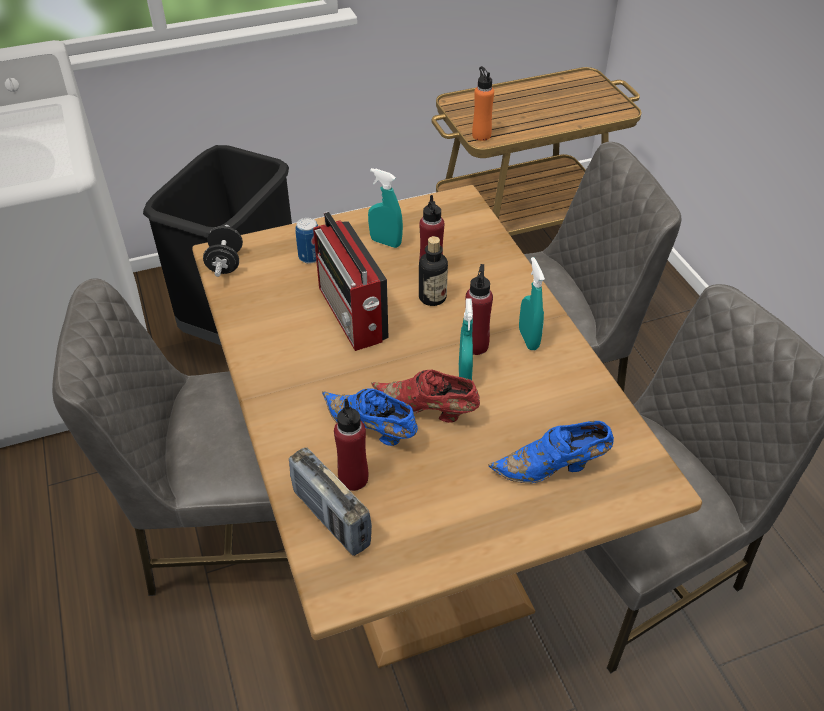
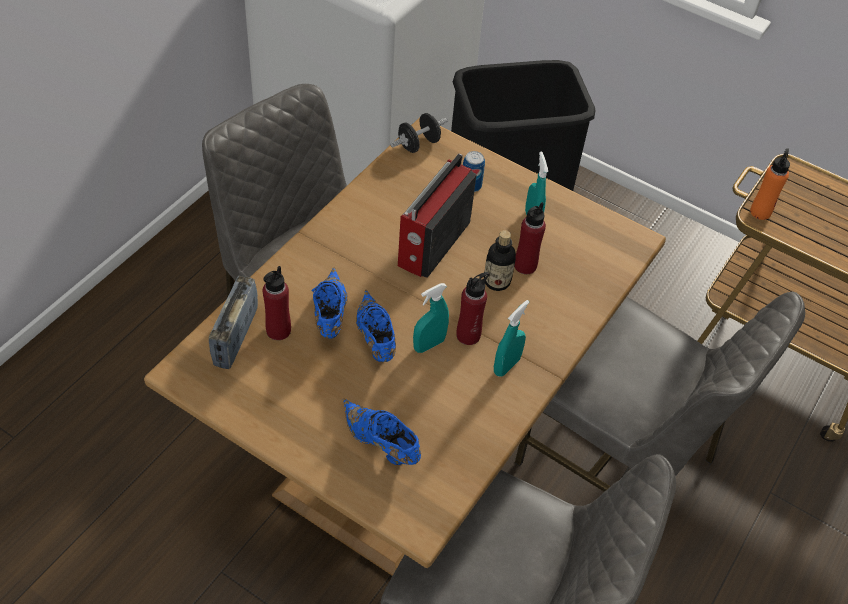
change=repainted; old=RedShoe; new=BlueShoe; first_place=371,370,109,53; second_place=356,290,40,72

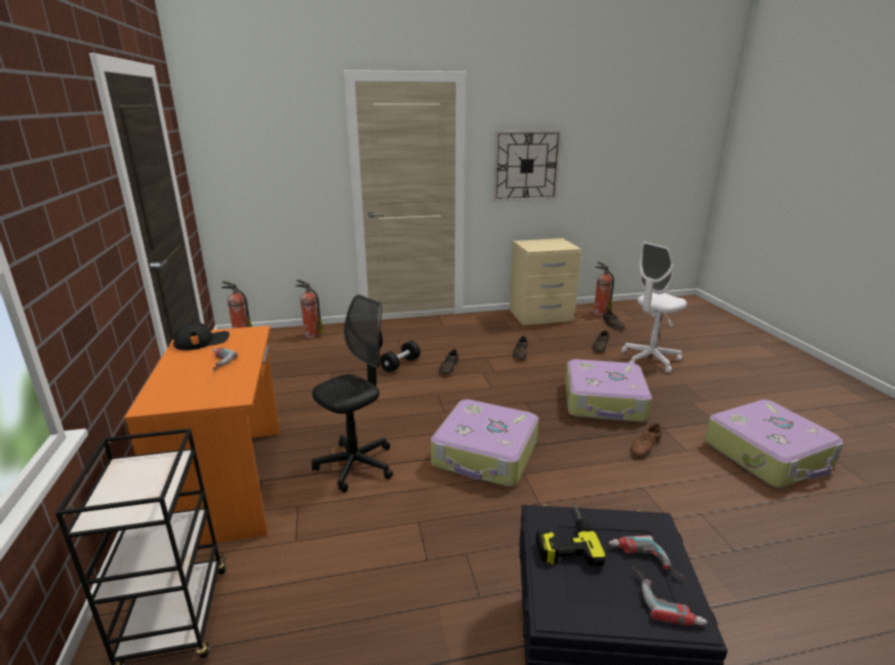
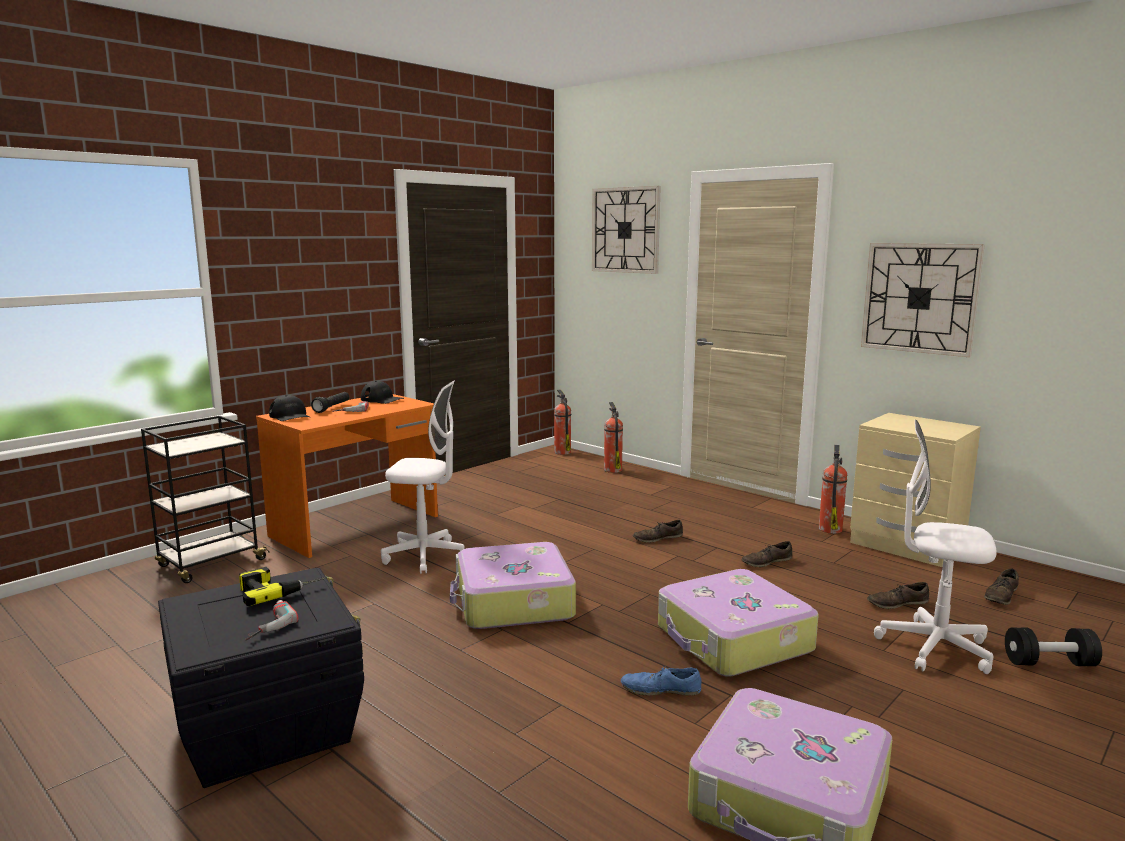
change=repainted; old=BlackishComputerChair; new=WhiteColouredComputerChair; first_place=312,294,81,199; second_place=381,381,84,193
change=shifted; old=BlackishFreeWeight; first_place=380,341,40,31; second_place=1005,628,97,38
change=shifted; old=Extinguisher; first_place=593,262,21,54; second_place=819,445,28,89
change=repainted; old=BrownColouredShoe; new=BlueShoe; first_place=630,423,31,34; second_place=621,667,81,29
change=gone; old=ElectricDrill; first_place=633,566,74,60
change=new; new=BlackishBaseballCap; second_place=269,395,41,26
change=new; new=BlackishHandTorch; second_place=311,392,38,21
change=new; new=HangingClock; second_place=592,186,69,88

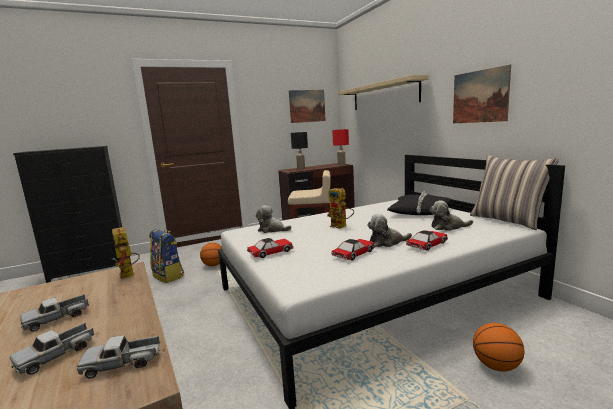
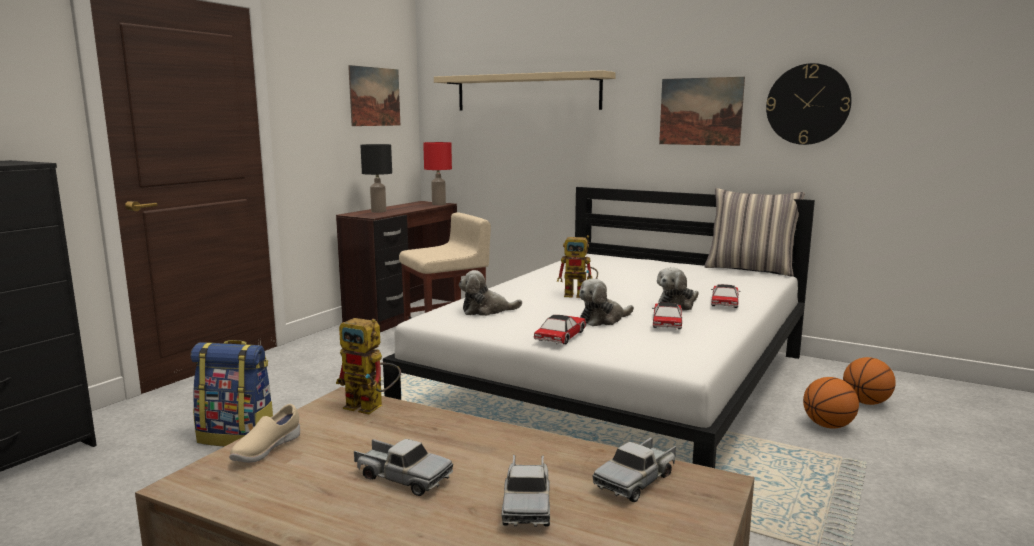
change=rotated; old=ModelTruck; first_place=20,294,69,37; second_place=354,439,99,57; degrees=-75
change=shifted; old=BasketballBall; first_place=200,242,22,24; second_place=843,357,53,48
change=gone; old=BlackishThrowPillow; first_place=387,191,65,24
change=shifted; old=SoftToy; first_place=430,200,43,31; second_place=579,278,55,48
change=new; new=SandColouredShoe; second_place=229,404,71,59
change=new; new=HangingClock; second_place=766,63,86,82

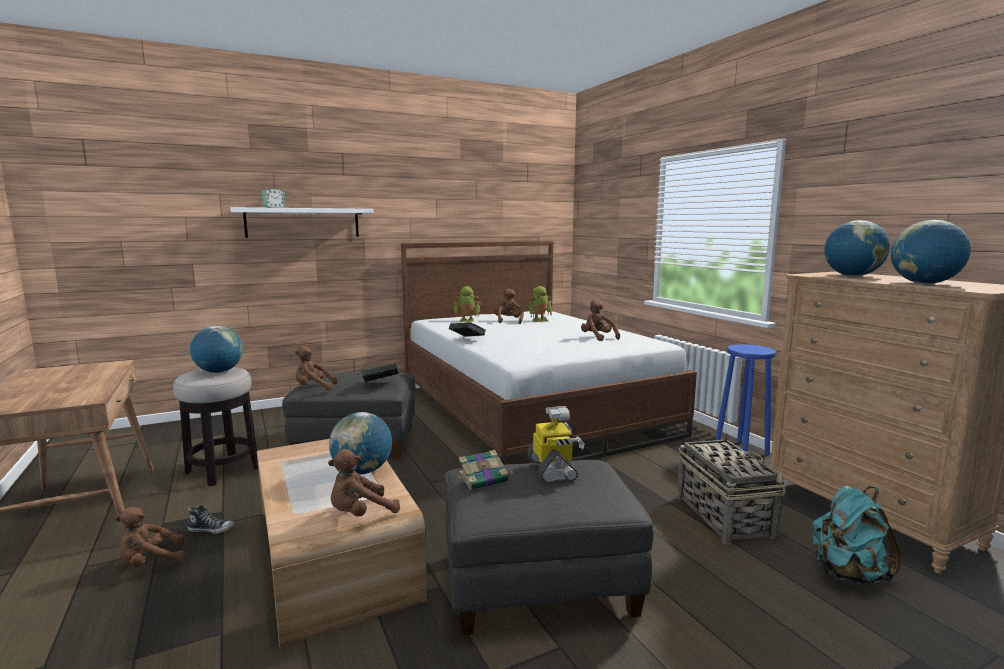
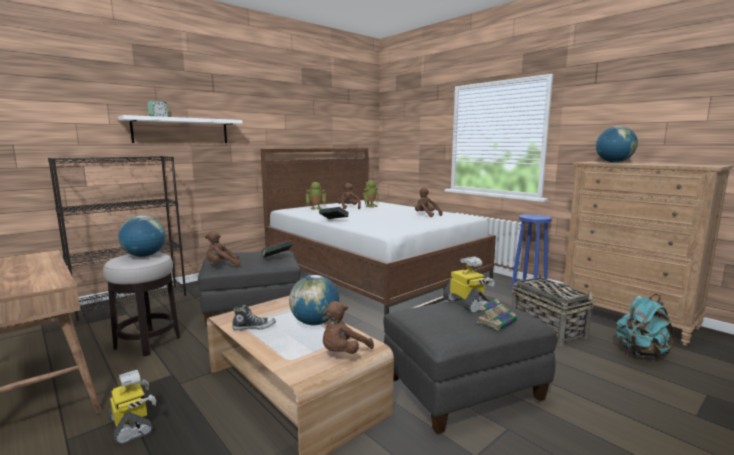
change=swapped; old=BrownColouredSoftToy; new=RobotFigure; first_place=115,507,70,60; second_place=108,370,48,74
change=shifted; old=Shoe; first_place=188,504,46,30; second_place=232,304,44,26
change=shifted; old=Volume; first_place=458,450,54,40; second_place=476,299,41,32
change=gone; old=WorldGlobe; first_place=891,220,80,64
change=new; new=BlackishBookcase; second_place=48,156,138,165

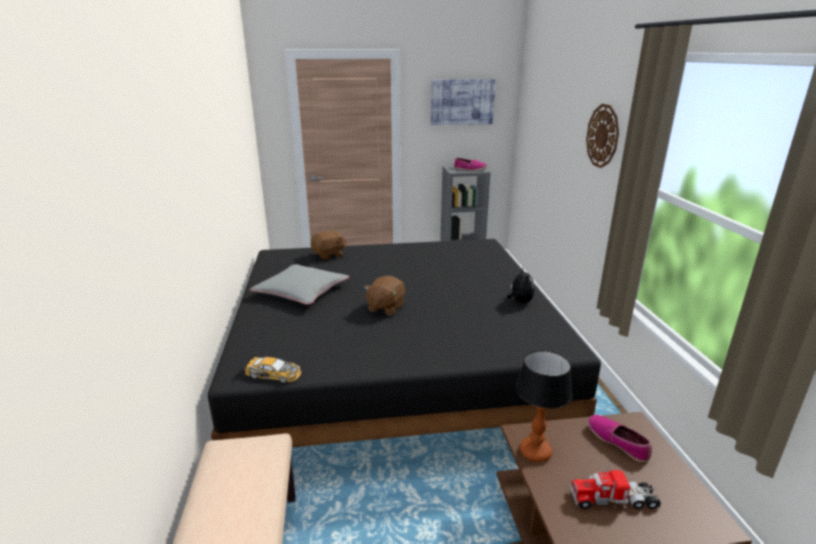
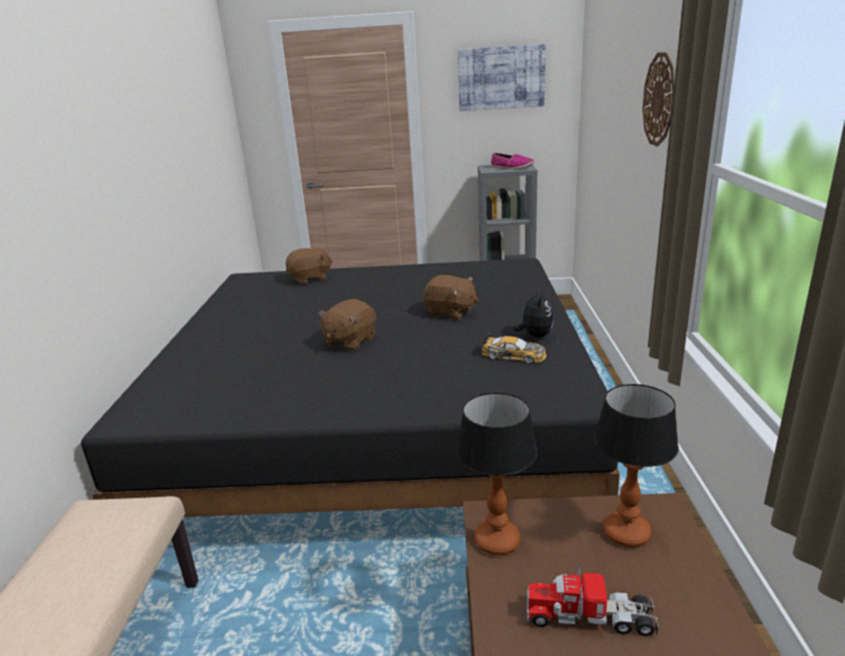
change=shifted; old=ModelCar; first_place=244,353,57,30; second_place=482,333,65,30
change=gone; old=GrayThrowPillow; first_place=250,264,99,41
change=swapped; old=Shoe; new=TabletopLamp; first_place=588,415,64,47; second_place=594,384,85,163
change=new; new=BrownColouredSoftToy; second_place=423,275,56,45

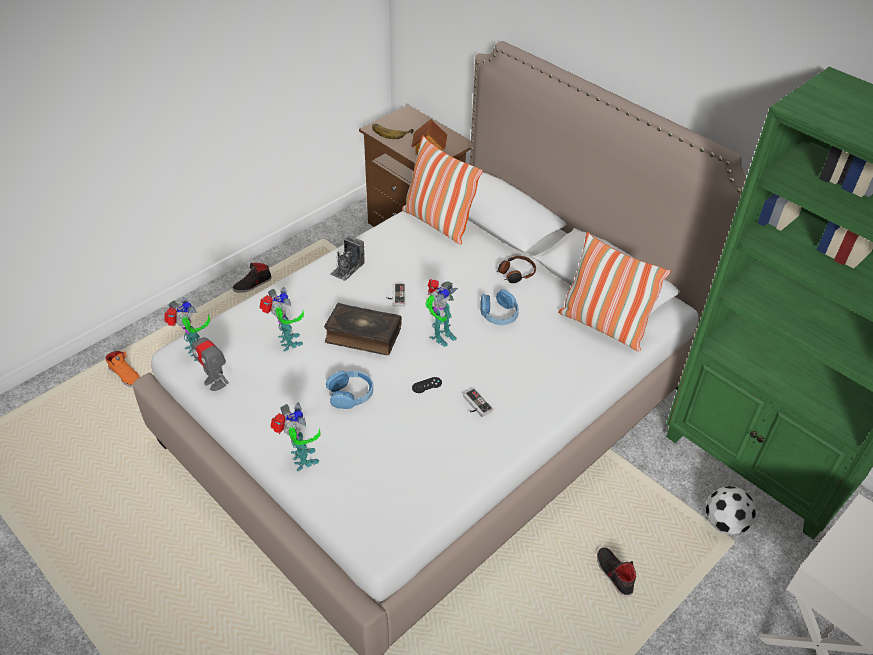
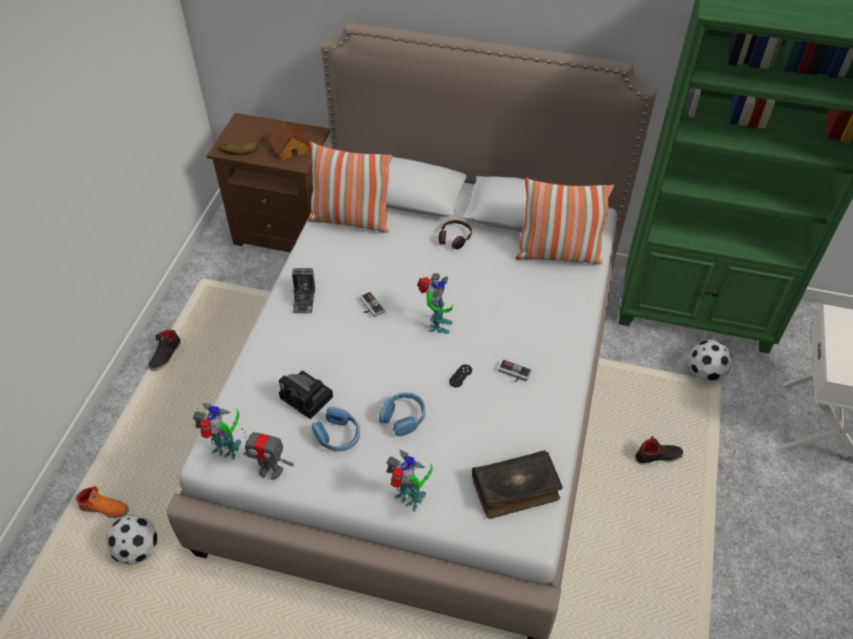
change=swapped; old=RobotFigure; new=PhotoCamera; first_place=259,287,45,64; second_place=279,370,54,49
change=shifted; old=Volume; first_place=324,302,78,53; second_place=472,450,91,69
change=shifted; old=BluePairOfHeadphones; first_place=480,289,39,36; second_place=312,407,48,44
change=rotated; old=BlackishShoe; first_place=597,547,39,50; second_place=635,436,48,29; degrees=135
change=new; new=Football; second_place=106,515,51,50

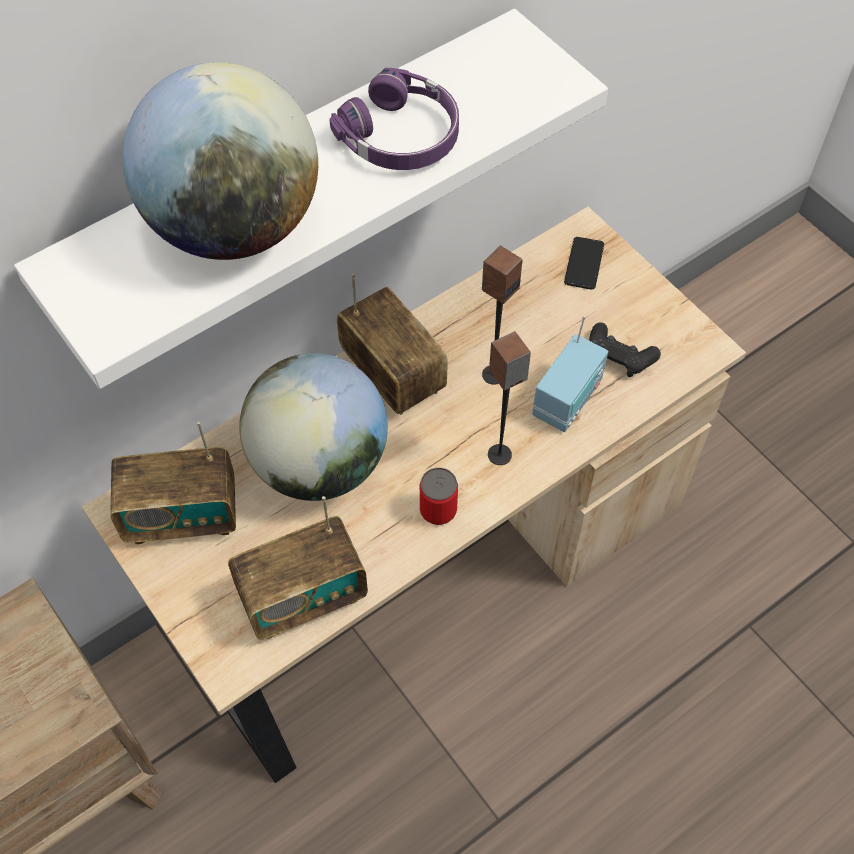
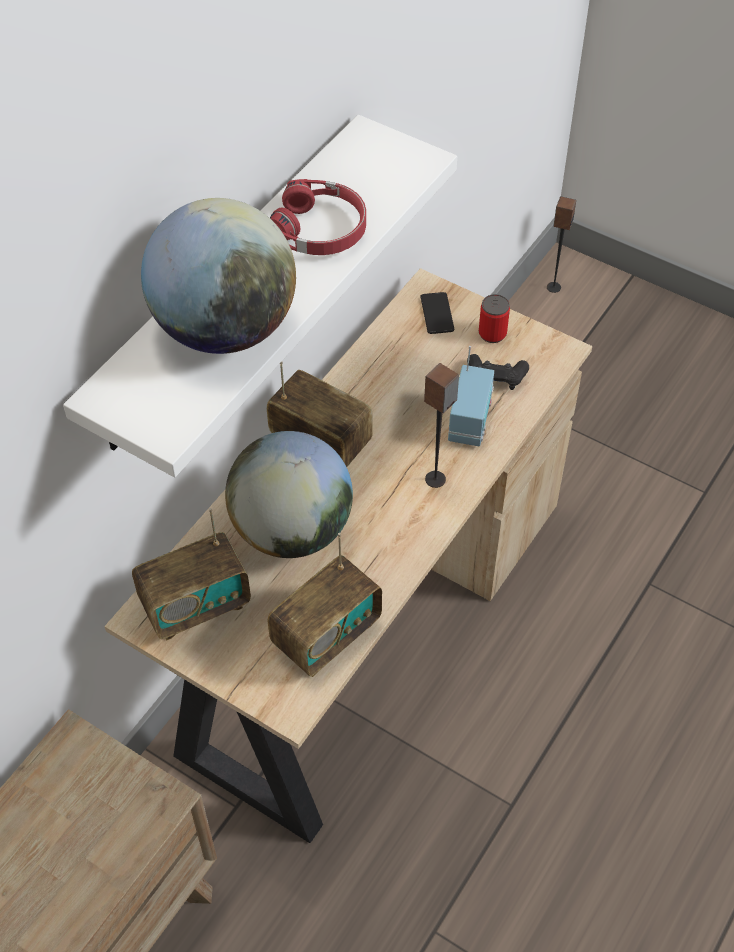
change=repainted; old=PurplePairOfHeadphones; new=RedPairOfHeadphones; first_place=329,68,130,102; second_place=270,179,96,76
change=shifted; old=Can; first_place=420,468,38,57; second_place=479,294,31,49
change=shifted; old=Speaker; first_place=482,245,41,140; second_place=547,196,29,97

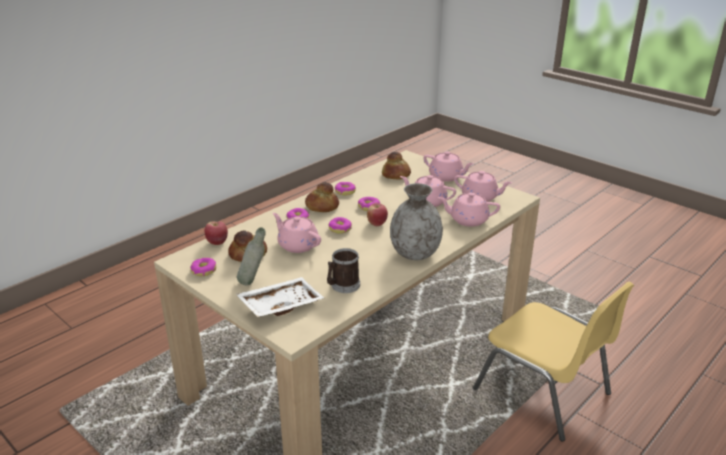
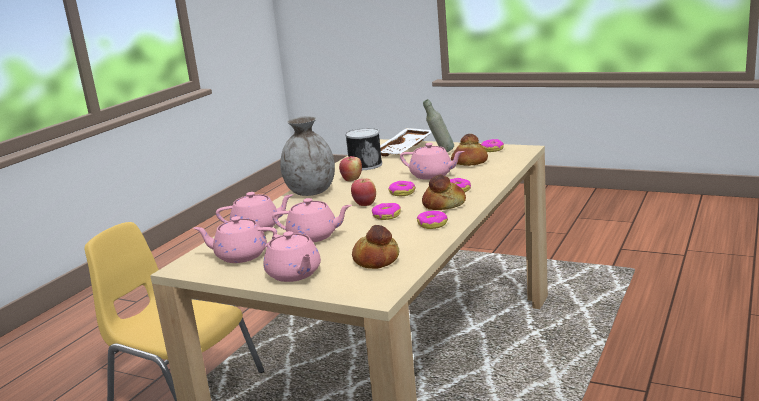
change=shifted; old=Apple; first_place=205,221,23,24; second_place=339,156,23,26
change=swapped; old=Mug; new=Can; first_place=327,248,33,45; second_place=345,128,37,42
change=rotated; old=PinkColouredTeapot; first_place=424,151,50,31; second_place=263,231,58,51; degrees=-135

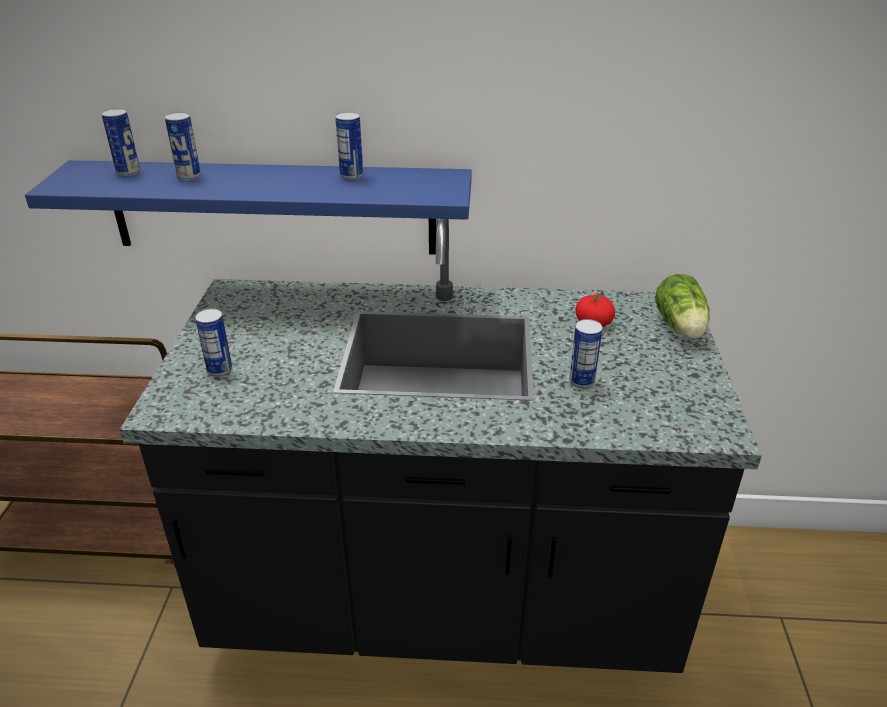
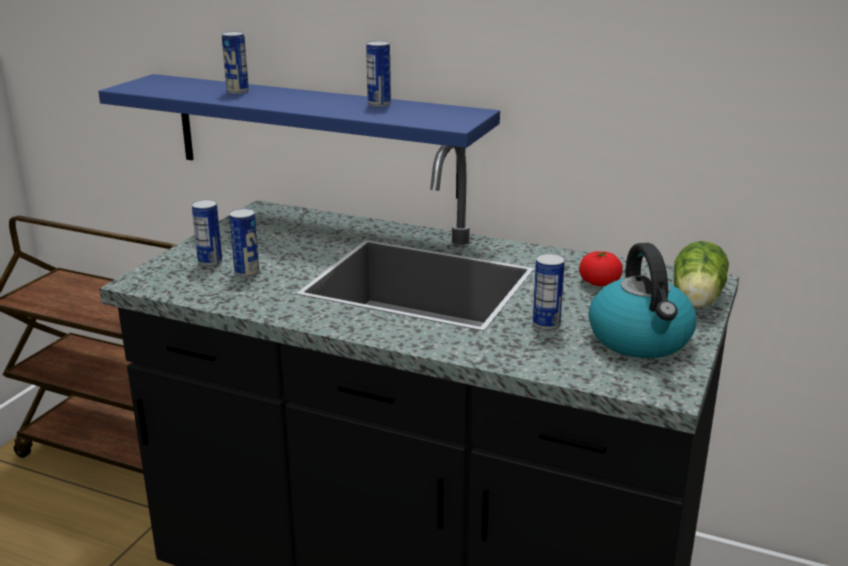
change=shifted; old=Can; first_place=101,108,39,68; second_place=229,208,31,70
change=new; new=WaterKettle; second_place=589,243,108,115

